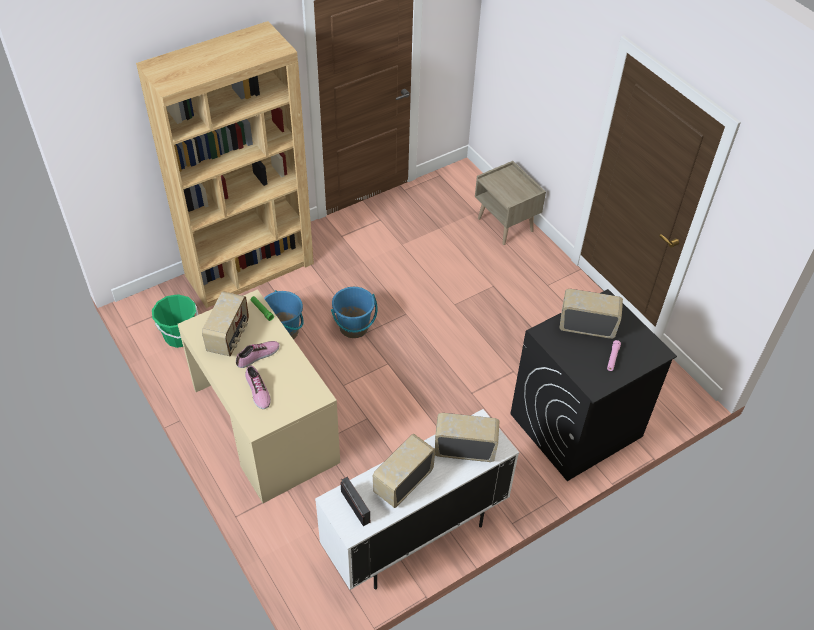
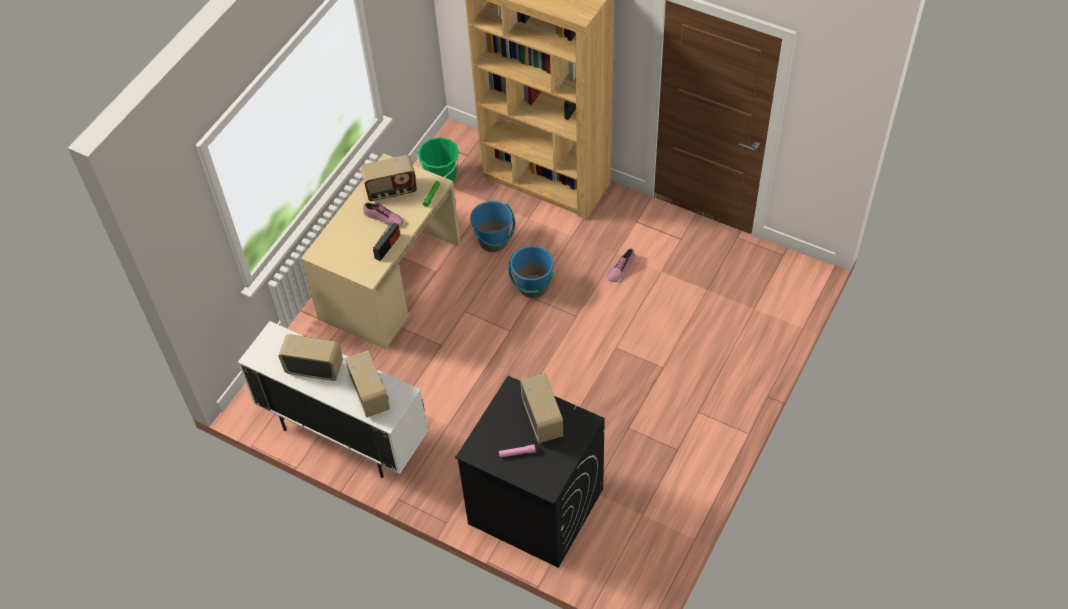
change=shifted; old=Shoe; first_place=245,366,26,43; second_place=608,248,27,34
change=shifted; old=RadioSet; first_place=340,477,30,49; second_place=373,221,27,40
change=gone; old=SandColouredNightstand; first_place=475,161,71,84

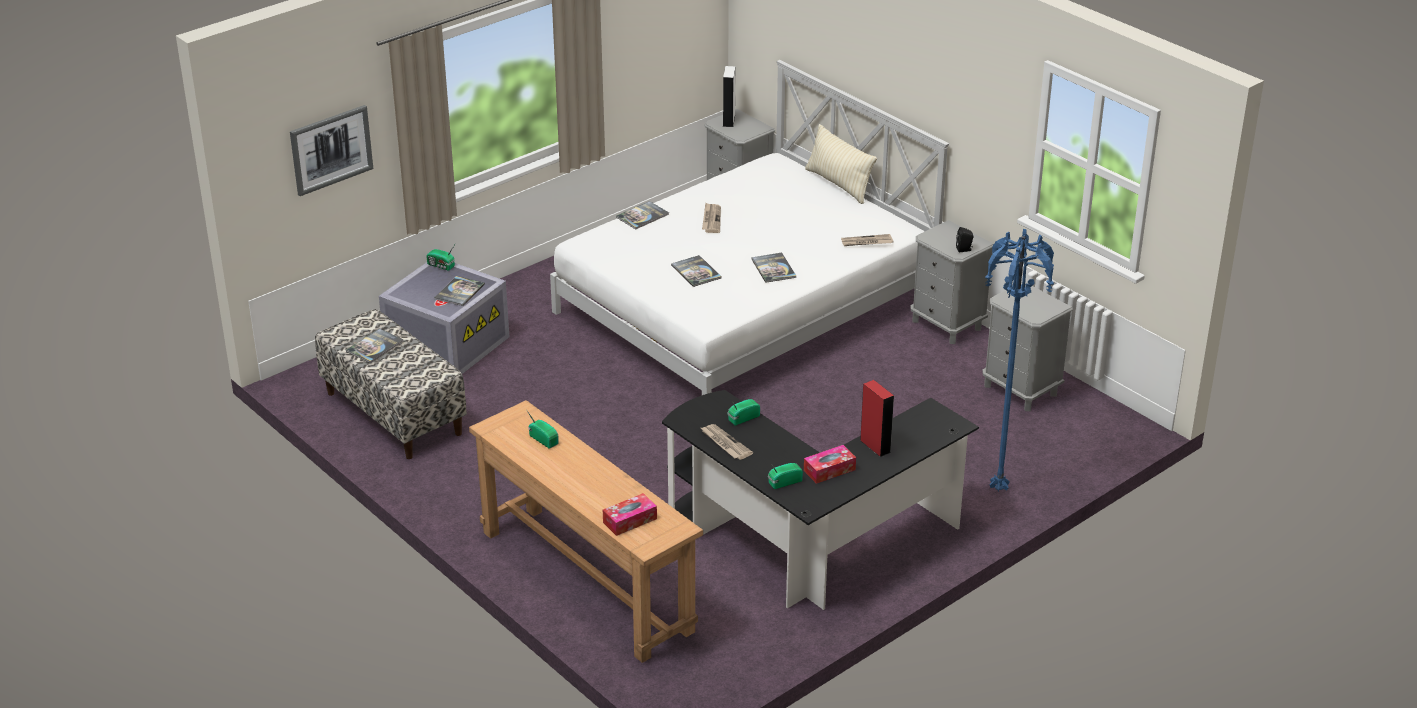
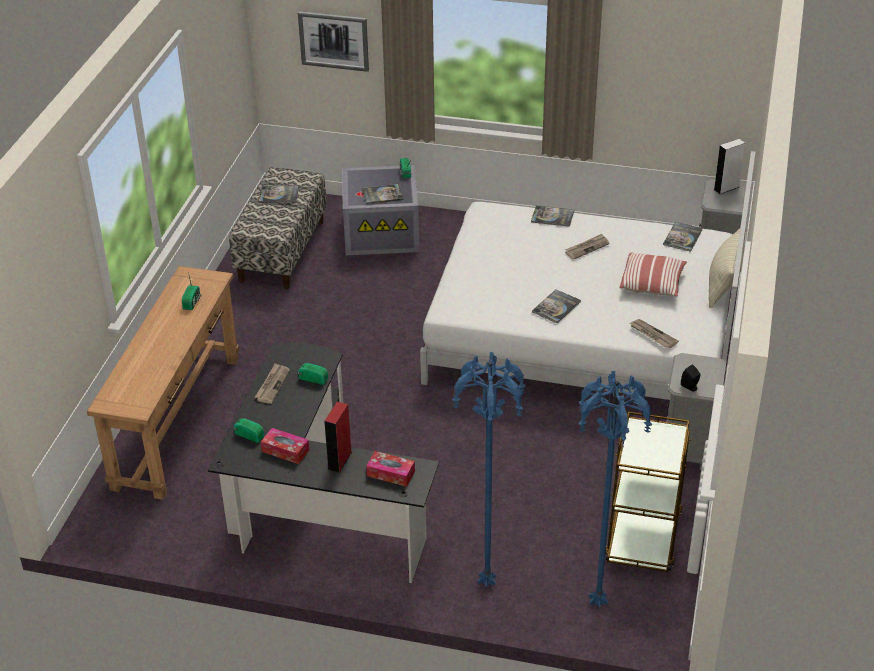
change=shifted; old=TissueBox; first_place=603,493,54,43; second_place=366,451,49,36
change=shifted; old=Volume; first_place=671,255,51,32; second_place=663,222,40,30
change=swapped; old=GrayNightstand; new=BrownColouredTrolley; first_place=982,282,91,129; second_place=605,411,86,161
change=new; new=BlueStandardLamp; second_place=578,371,75,238
change=new; new=ThrowPillow; second_place=620,252,67,44

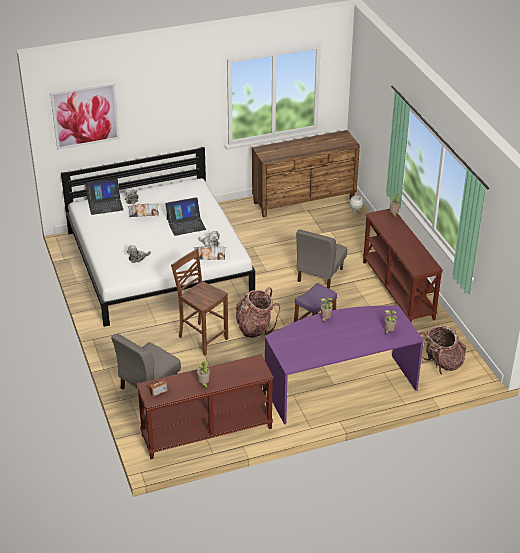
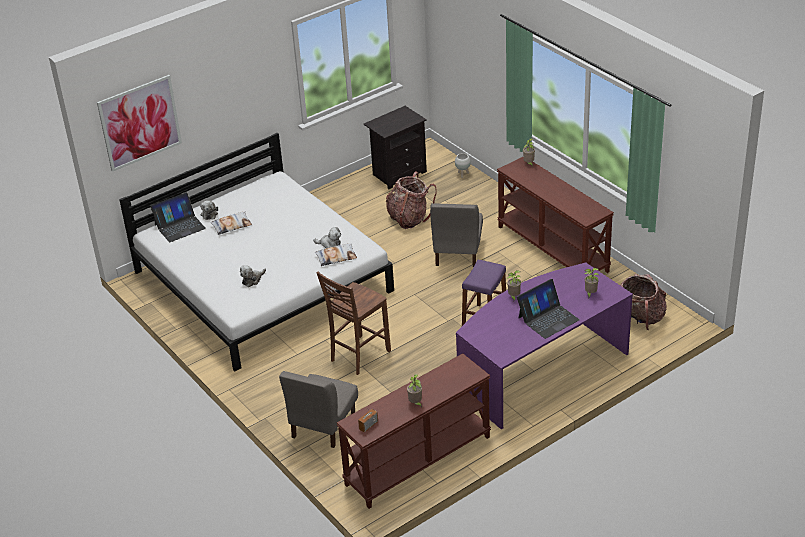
change=shifted; old=Laptop; first_place=165,197,41,39; second_place=517,279,63,60
change=rotated; old=BrownColouredPlainChair; first_place=171,248,57,108; second_place=316,272,75,103; degrees=-75
change=shifted; old=Knapsack; first_place=236,287,44,51; second_place=386,171,51,58
change=swapped; old=BrownColouredChestOfDrawers; new=BlackishNightstand; first_place=252,130,108,88; second_place=363,106,64,84

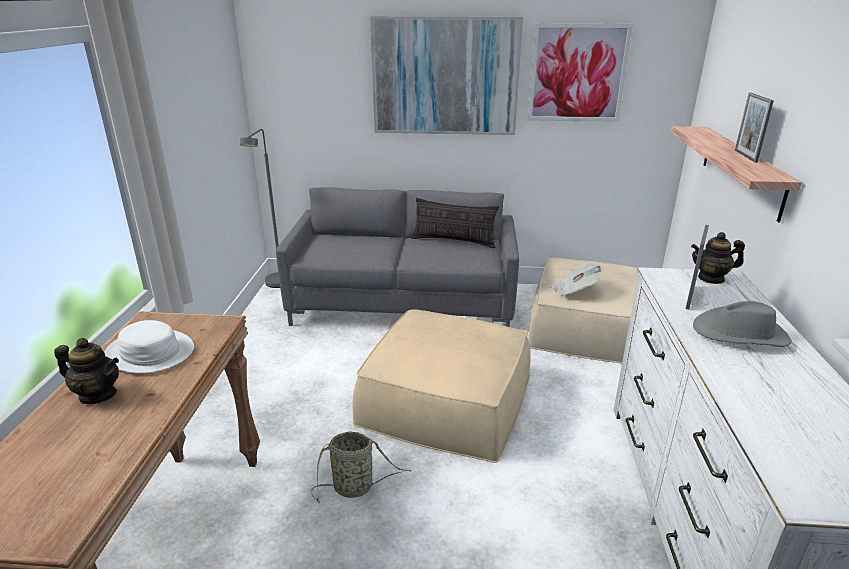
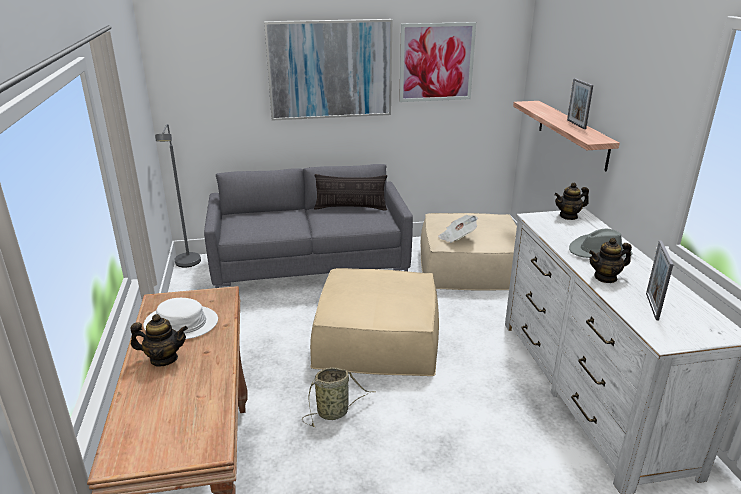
change=shifted; old=PhotoFrame; first_place=686,225,23,84; second_place=646,241,28,79
change=new; new=Teapot; second_place=589,238,43,45

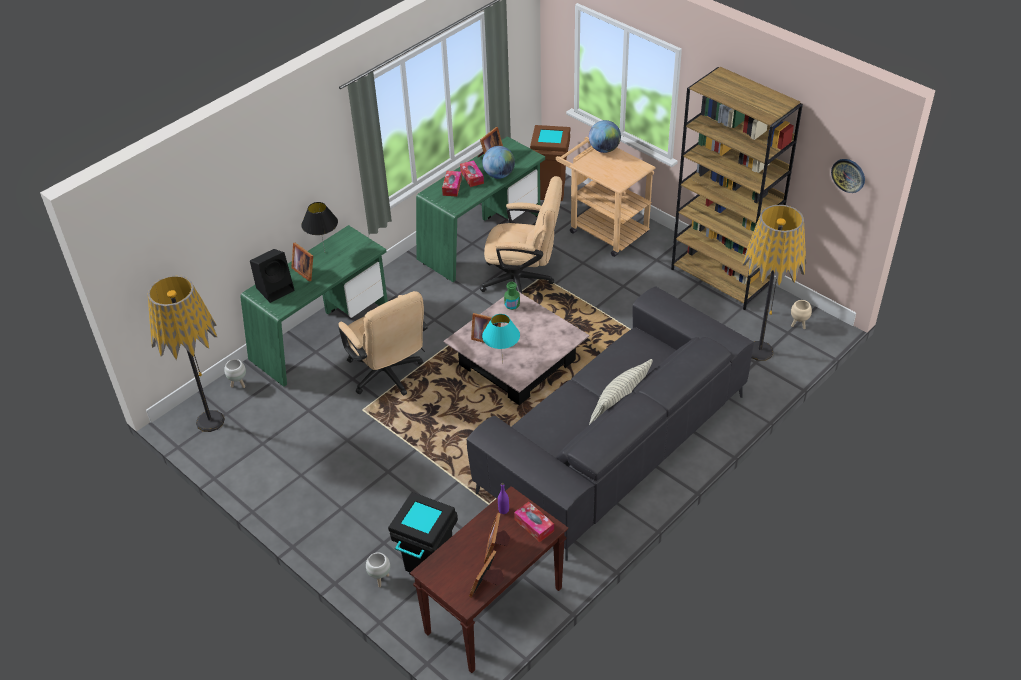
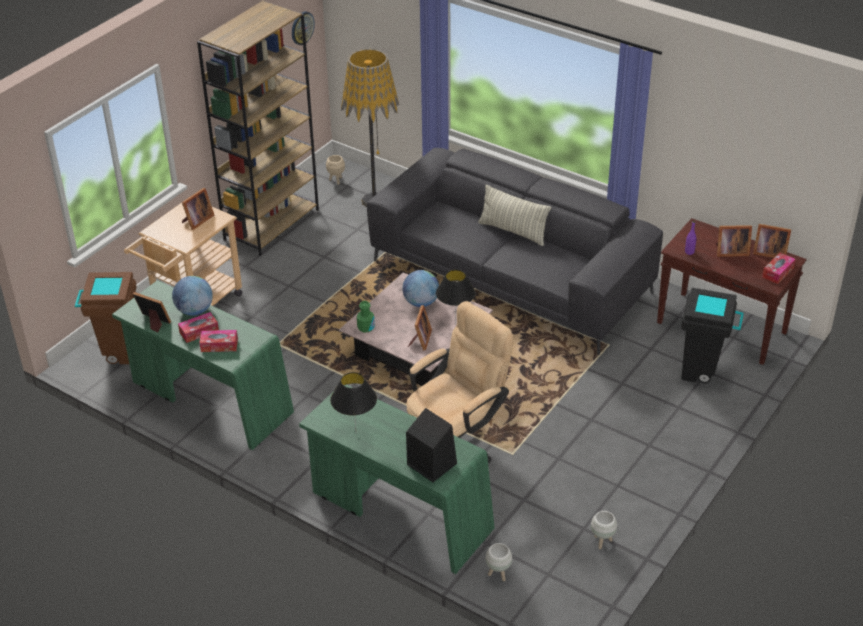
change=gone; old=StandardLamp; first_place=148,275,77,157
change=shifted; old=PhotoFrame; first_place=291,243,22,39; second_place=182,188,32,42
change=shifted; old=WhiteColouredPlantPot; first_place=366,552,24,35; second_place=591,511,26,38
change=gone; old=SandColouredComputerChair; first_place=480,176,82,117
change=repainted; old=TurquoiseTabletopLamp; new=BlackishTabletopLamp; first_place=482,314,38,49; second_place=436,270,40,55
change=shifted; old=TissueBox; first_place=514,502,40,40; second_place=762,253,34,31
change=shifted; old=WorldGlobe; first_place=589,120,32,33; second_place=402,270,37,37

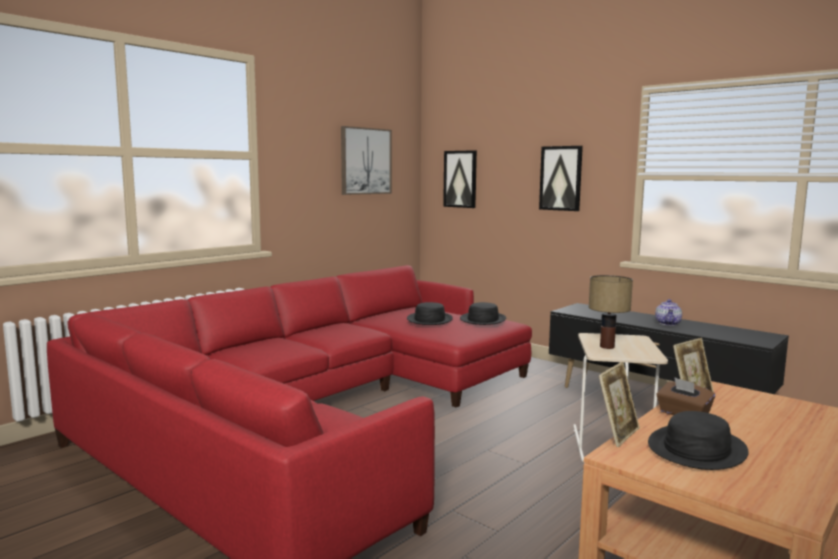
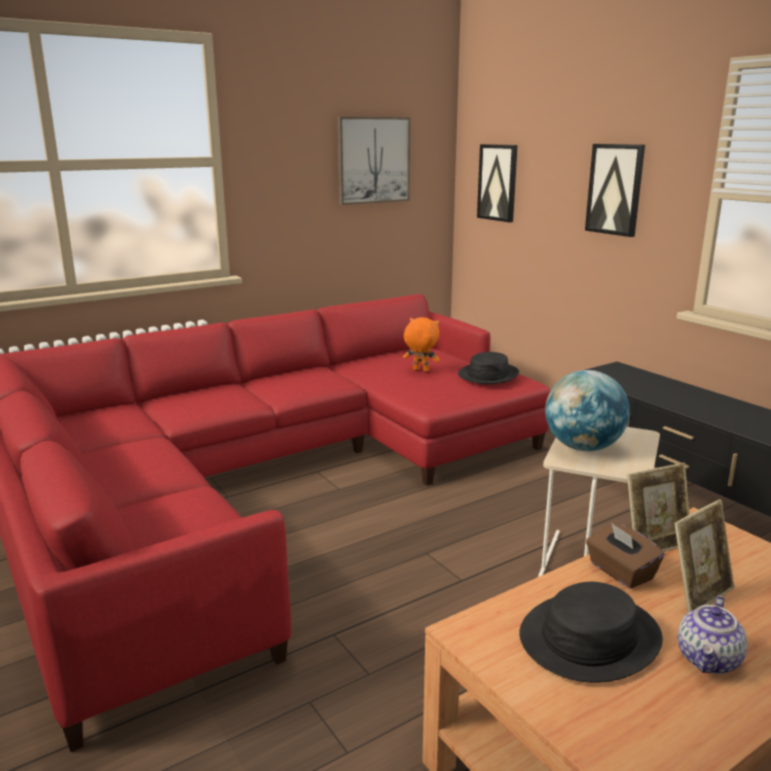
change=swapped; old=BlackishWearableHat; new=OrangeSoftToy; first_place=407,302,46,23; second_place=403,317,37,55
change=swapped; old=TabletopLamp; new=WorldGlobe; first_place=589,275,44,74; second_place=545,370,85,81
change=shifted; old=PhotoFrame; first_place=599,362,41,85; second_place=674,500,60,112
change=shifted; old=Teapot; first_place=655,299,27,26; second_place=678,595,69,79

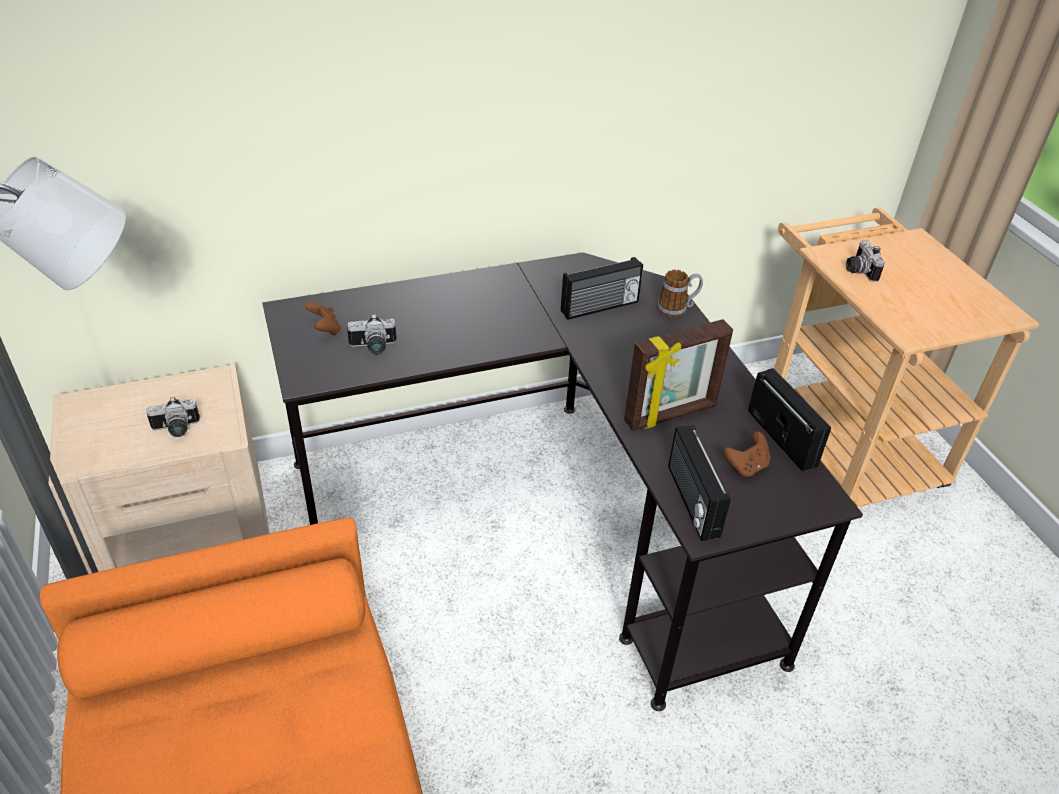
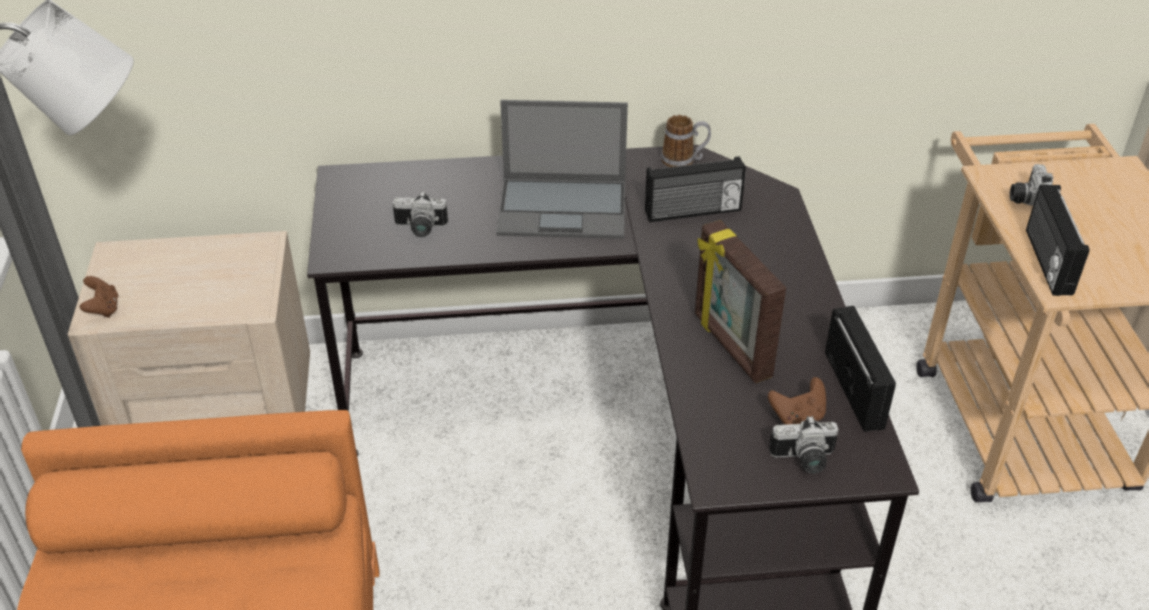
change=shifted; old=PhotoCamera; first_place=146,396,54,41; second_place=769,416,69,58
change=shifted; old=BrownColouredGameController; first_place=305,301,36,35; second_place=80,276,38,42
change=rotated; old=PhotoFrame; first_place=624,319,109,112; second_place=695,220,91,163; degrees=75
change=shifted; old=Mug; first_place=657,270,46,47; second_place=661,115,50,52
change=shifted; old=RadioSet; first_place=668,425,63,116; second_place=1026,184,63,112
change=new; new=Laptop; second_place=496,100,132,139

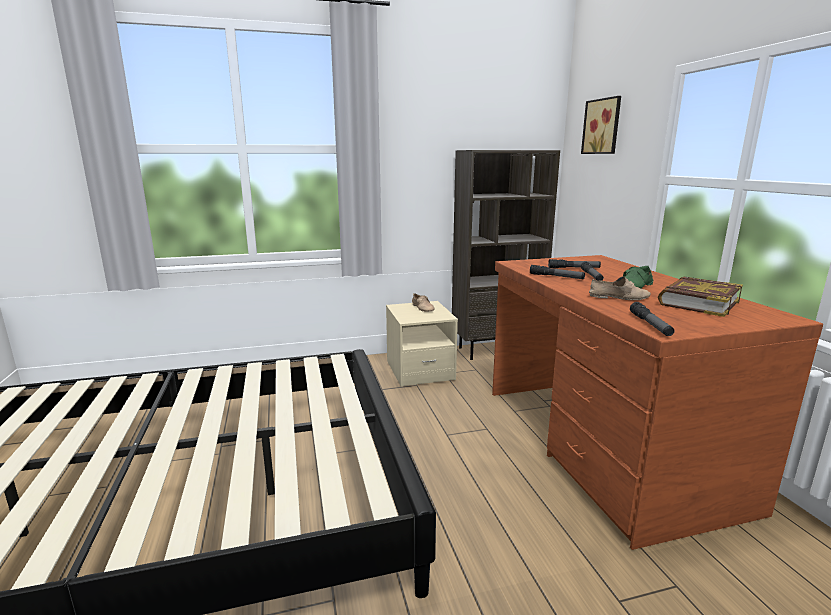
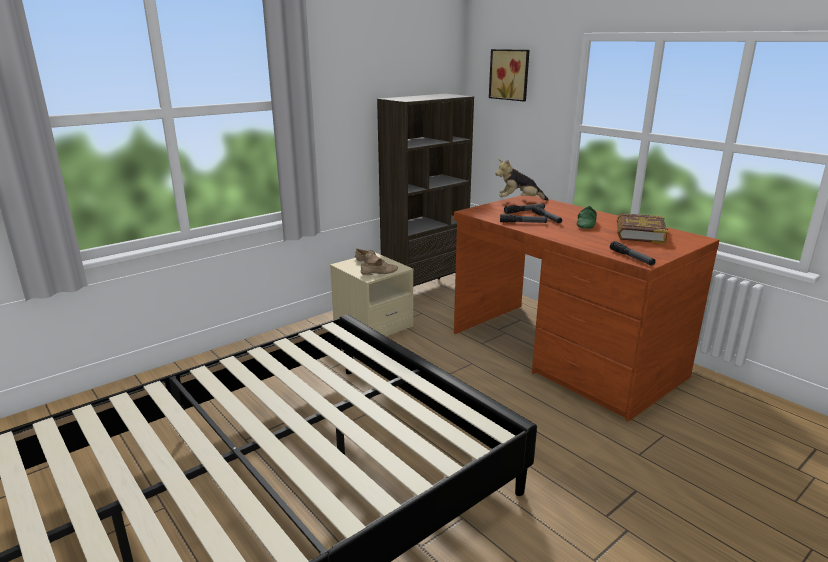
change=shifted; old=SandColouredShoe; first_place=589,277,62,23; second_place=360,259,38,16
change=new; new=SoftToy; second_place=495,159,54,42

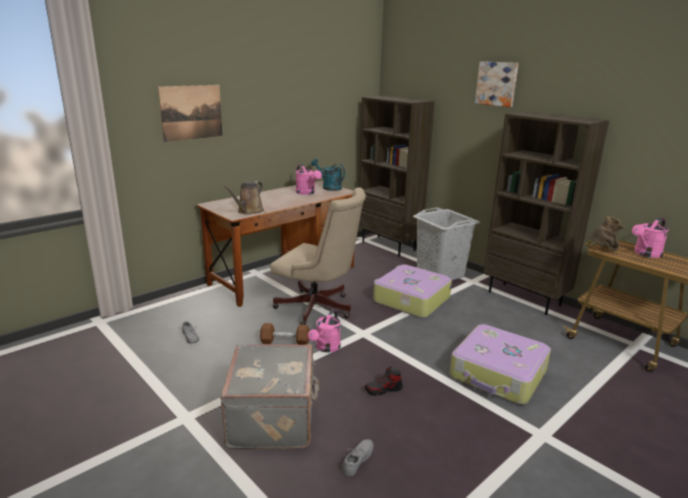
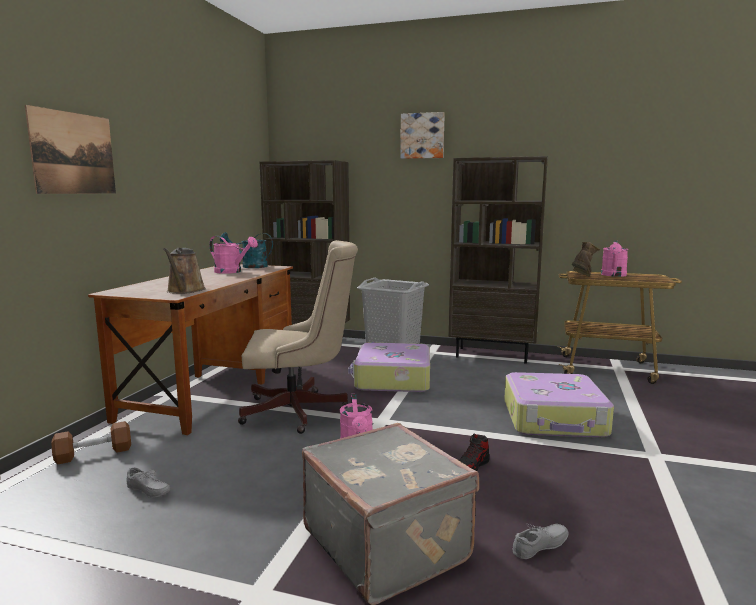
change=shifted; old=BrownColouredFreeWeight; first_place=260,323,50,22; second_place=51,421,80,43
change=rotated; old=GrayShoe; first_place=342,439,31,37; second_place=513,524,56,35; degrees=60

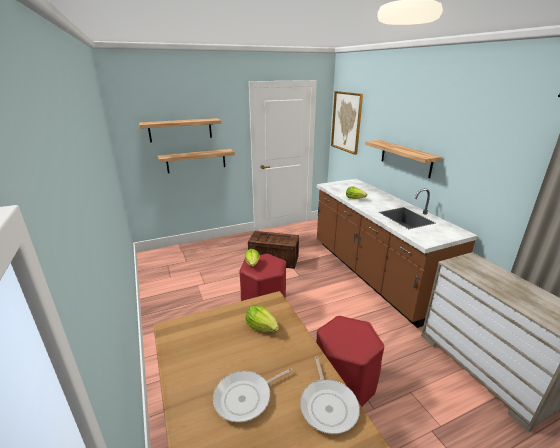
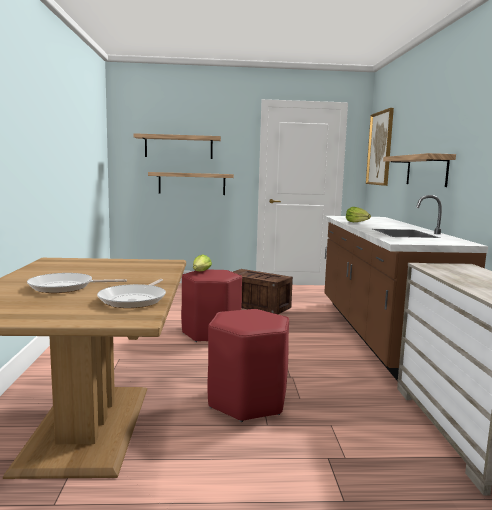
change=gone; old=LettuceHead; first_place=246,305,33,27

